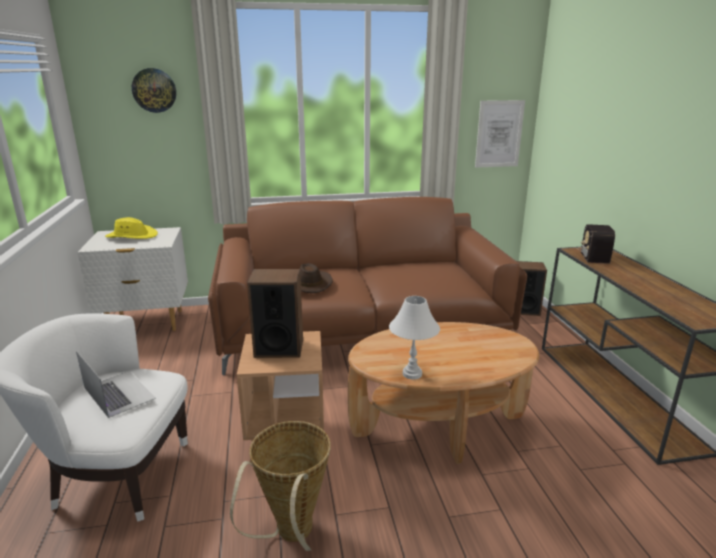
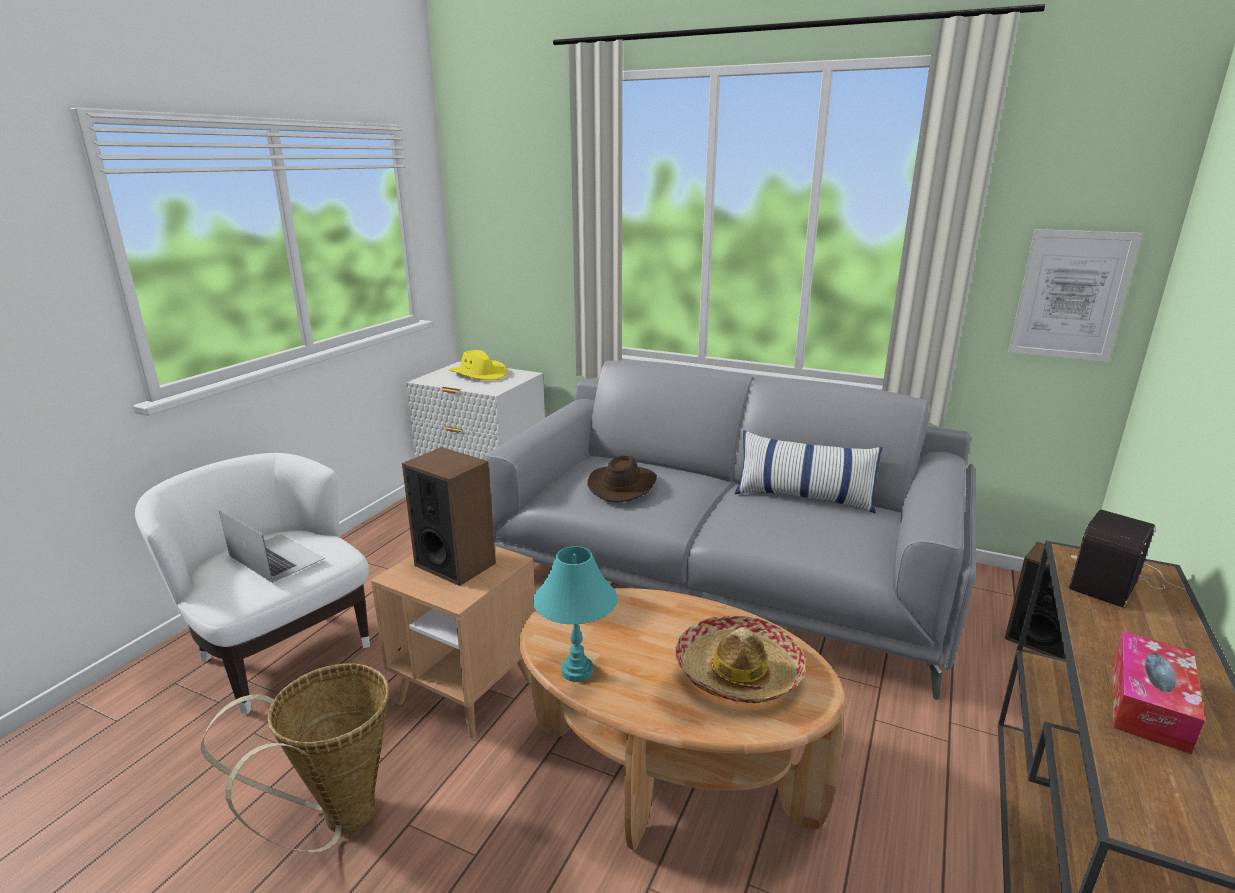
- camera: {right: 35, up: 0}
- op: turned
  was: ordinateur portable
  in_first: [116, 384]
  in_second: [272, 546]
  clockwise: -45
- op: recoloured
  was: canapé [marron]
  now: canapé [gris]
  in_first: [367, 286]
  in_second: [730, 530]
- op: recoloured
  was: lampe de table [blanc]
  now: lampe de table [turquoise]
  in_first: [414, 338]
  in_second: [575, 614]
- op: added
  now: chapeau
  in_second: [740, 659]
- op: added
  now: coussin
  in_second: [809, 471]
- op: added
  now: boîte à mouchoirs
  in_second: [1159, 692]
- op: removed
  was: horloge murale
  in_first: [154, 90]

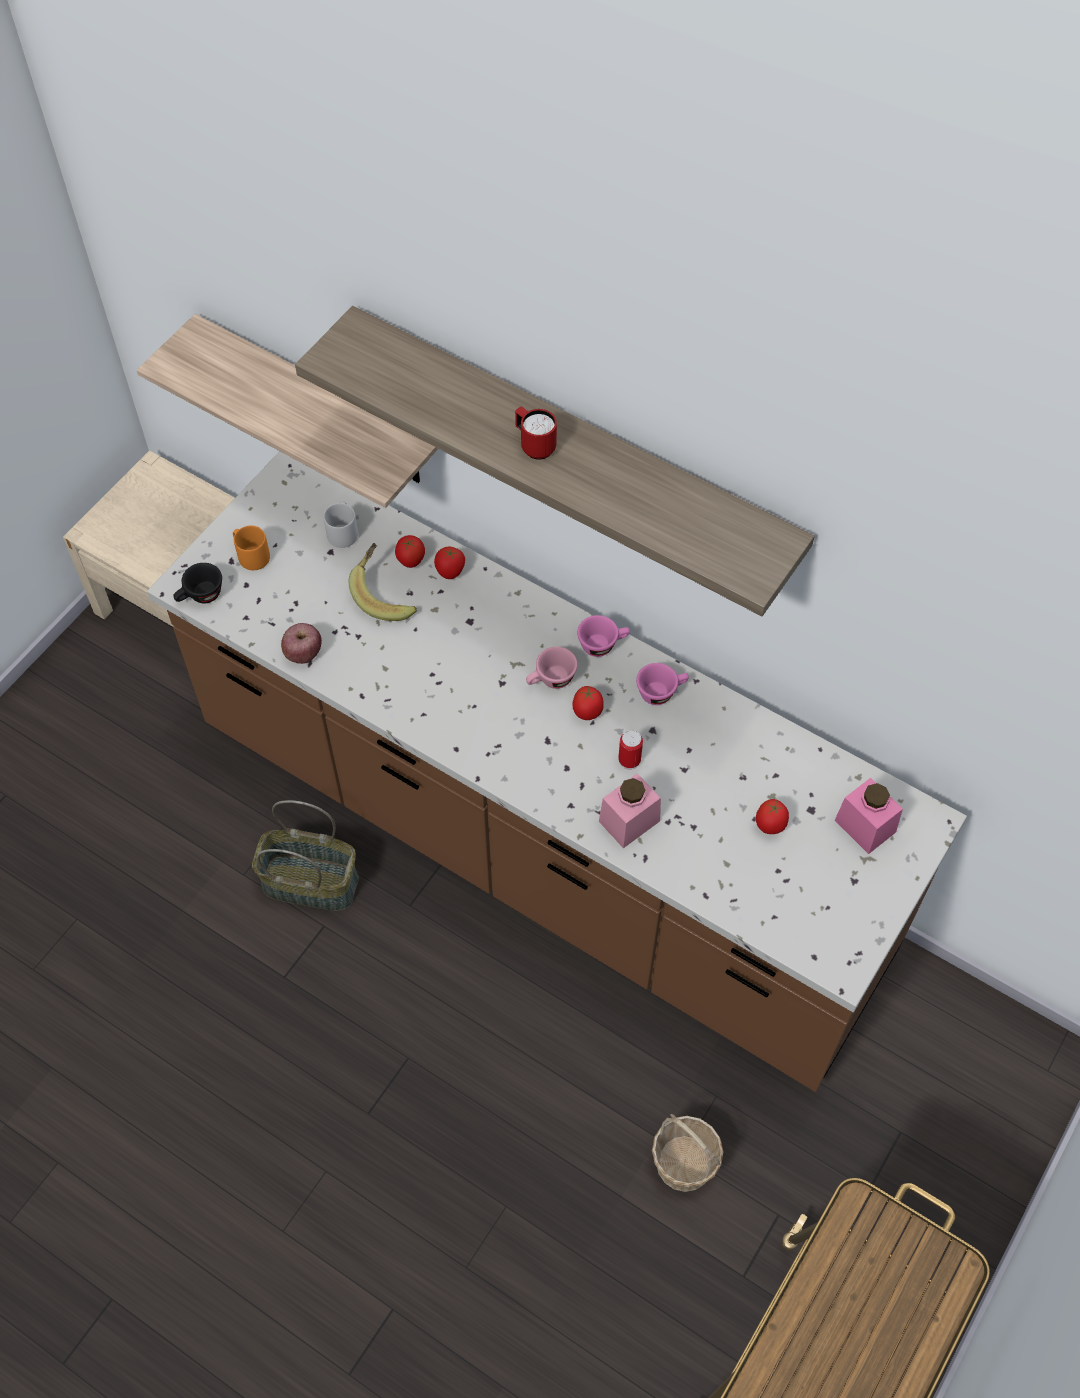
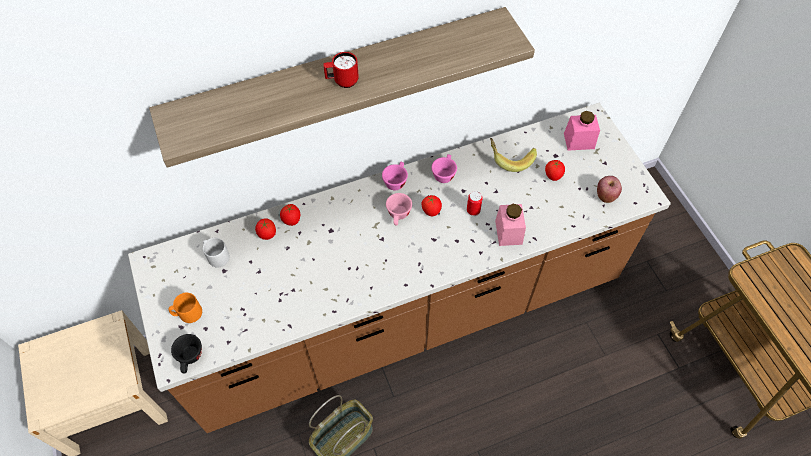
- camera: {right: -55, up: 0}
- op: moved
  was: banane
  in_first: [383, 582]
  in_second: [513, 155]
- op: moved
  was: pomme
  in_first: [301, 643]
  in_second: [609, 189]
- op: removed
  was: étagère
  in_first: [287, 411]
- op: removed
  was: panier
  in_first: [687, 1153]

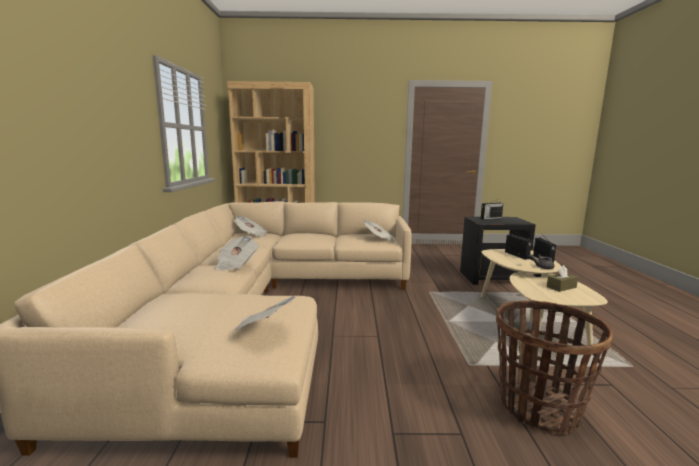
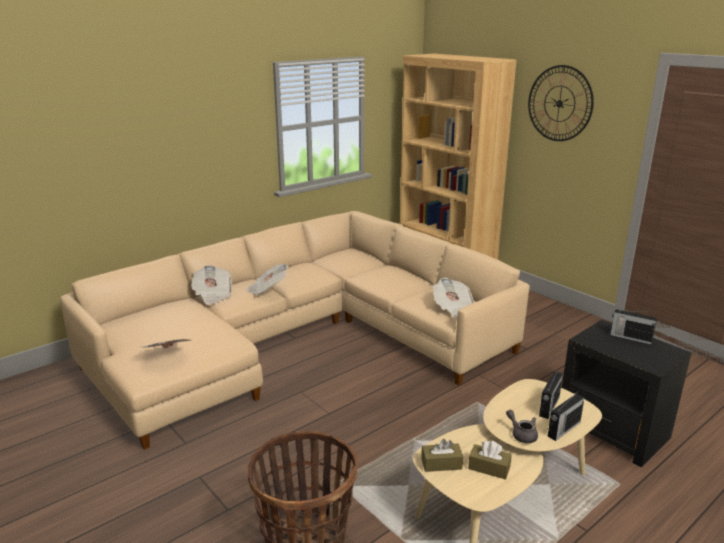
- camera: {right: 50, up: 10}
- op: moved
  was: journal
  in_first: [251, 226]
  in_second: [211, 285]
- op: added
  now: boîte à mouchoirs [marron]
  in_second: [442, 455]
- op: added
  now: horloge murale
  in_second: [561, 103]

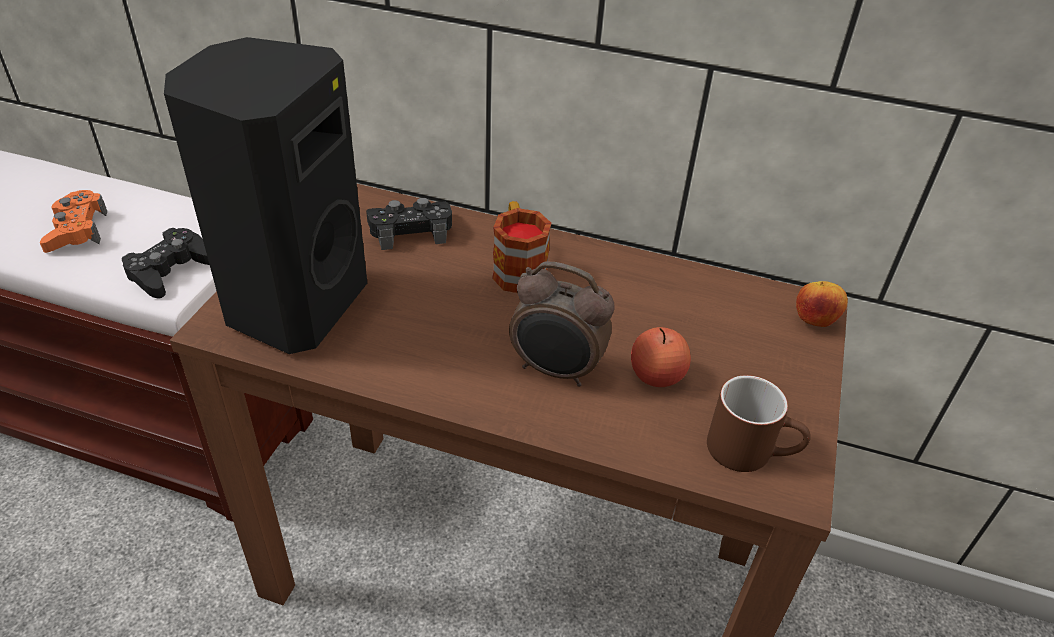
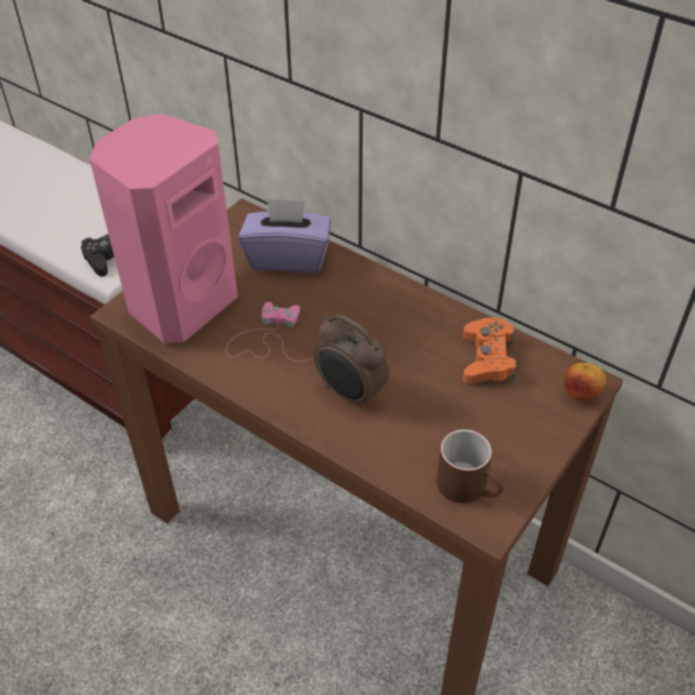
- camera: {right: 20, up: 5}
- op: recoloured
  was: enceinte [noir]
  now: enceinte [rose]
  in_first: [265, 195]
  in_second: [163, 228]
- op: added
  now: manette [rose]
  in_second: [270, 332]
- op: replaced
  was: manette [noir]
  now: boîte à mouchoirs [violet]
  in_first: [409, 224]
  in_second: [284, 235]
- op: moved
  was: manette [orange]
  in_first: [73, 221]
  in_second: [489, 350]
- op: removed
  was: mug
  in_first: [521, 247]
- op: removed
  was: pomme
  in_first: [661, 357]

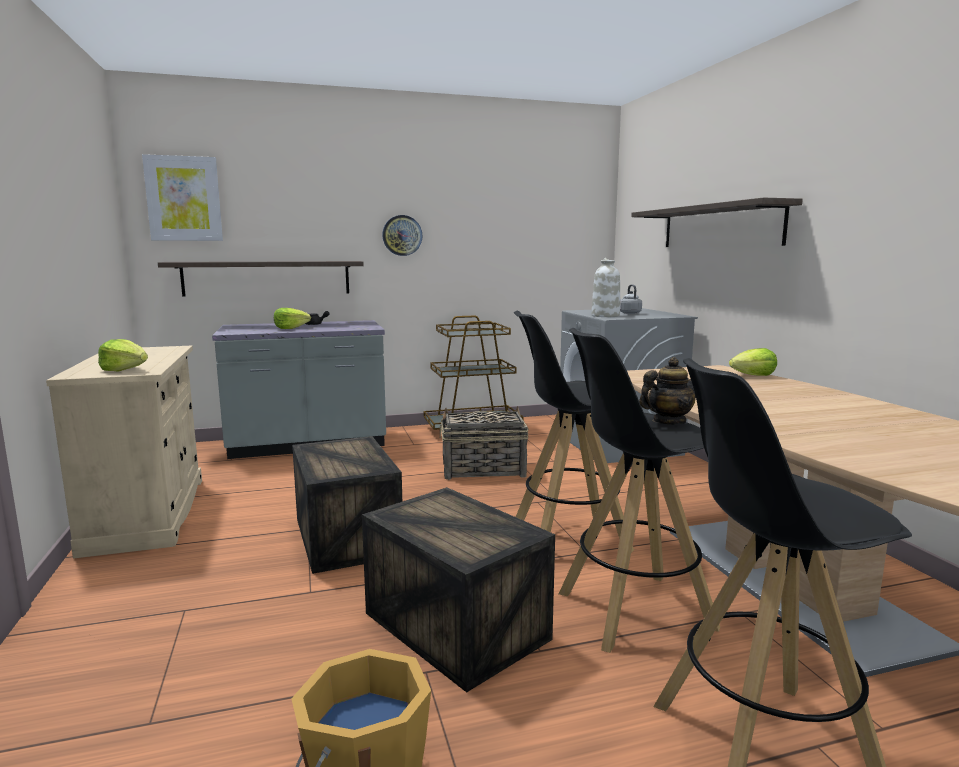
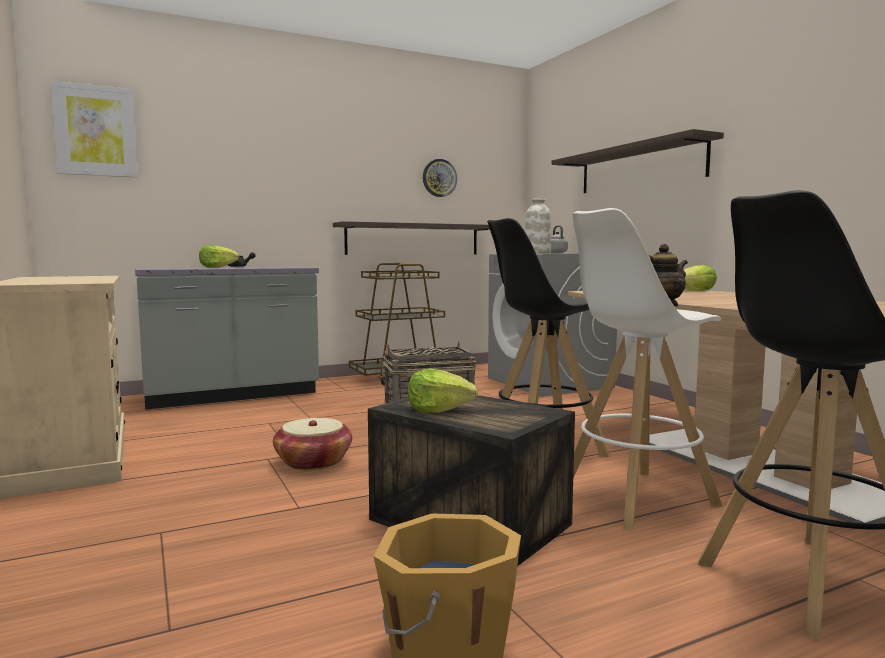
- camera: {right: -10, up: -5}
- op: replaced
  was: caisse
  now: panier
  in_first: [347, 505]
  in_second: [312, 444]
- op: moved
  was: étagère
  in_first: [261, 278]
  in_second: [411, 238]
- op: moved
  was: laitue
  in_first: [123, 355]
  in_second: [443, 391]
- op: moved
  was: horloge murale
  in_first: [402, 235]
  in_second: [440, 178]
- op: recoloured
  was: tabouret [noir]
  now: tabouret [blanc]
  in_first: [639, 490]
  in_second: [648, 369]

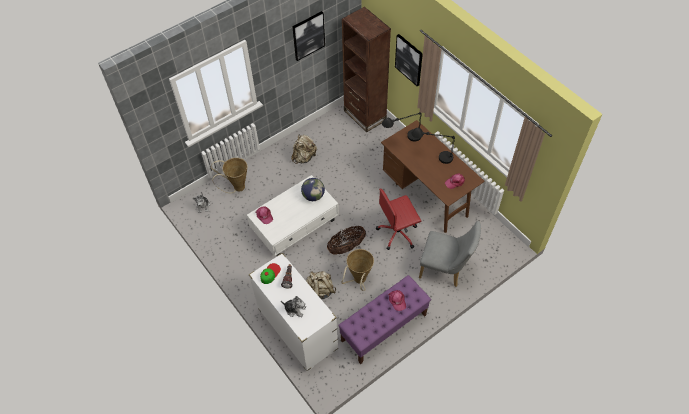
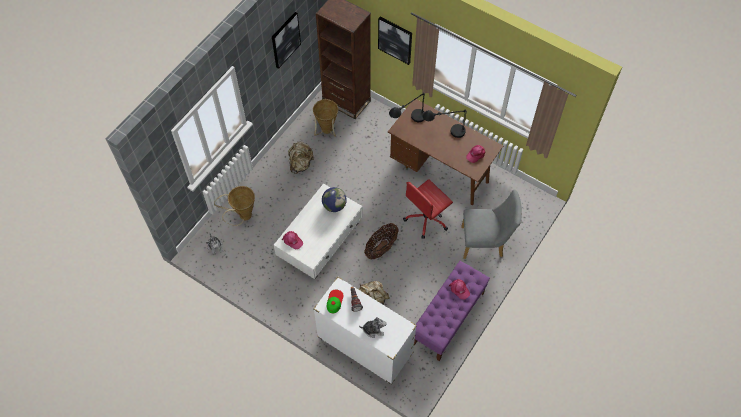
- camera: {right: -20, up: 5}
- op: moved
  was: panier
  in_first: [357, 270]
  in_second: [325, 118]

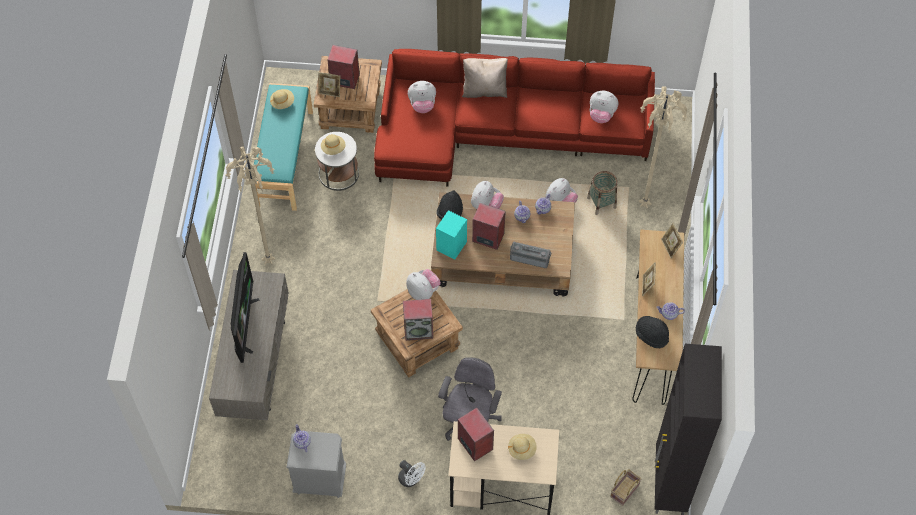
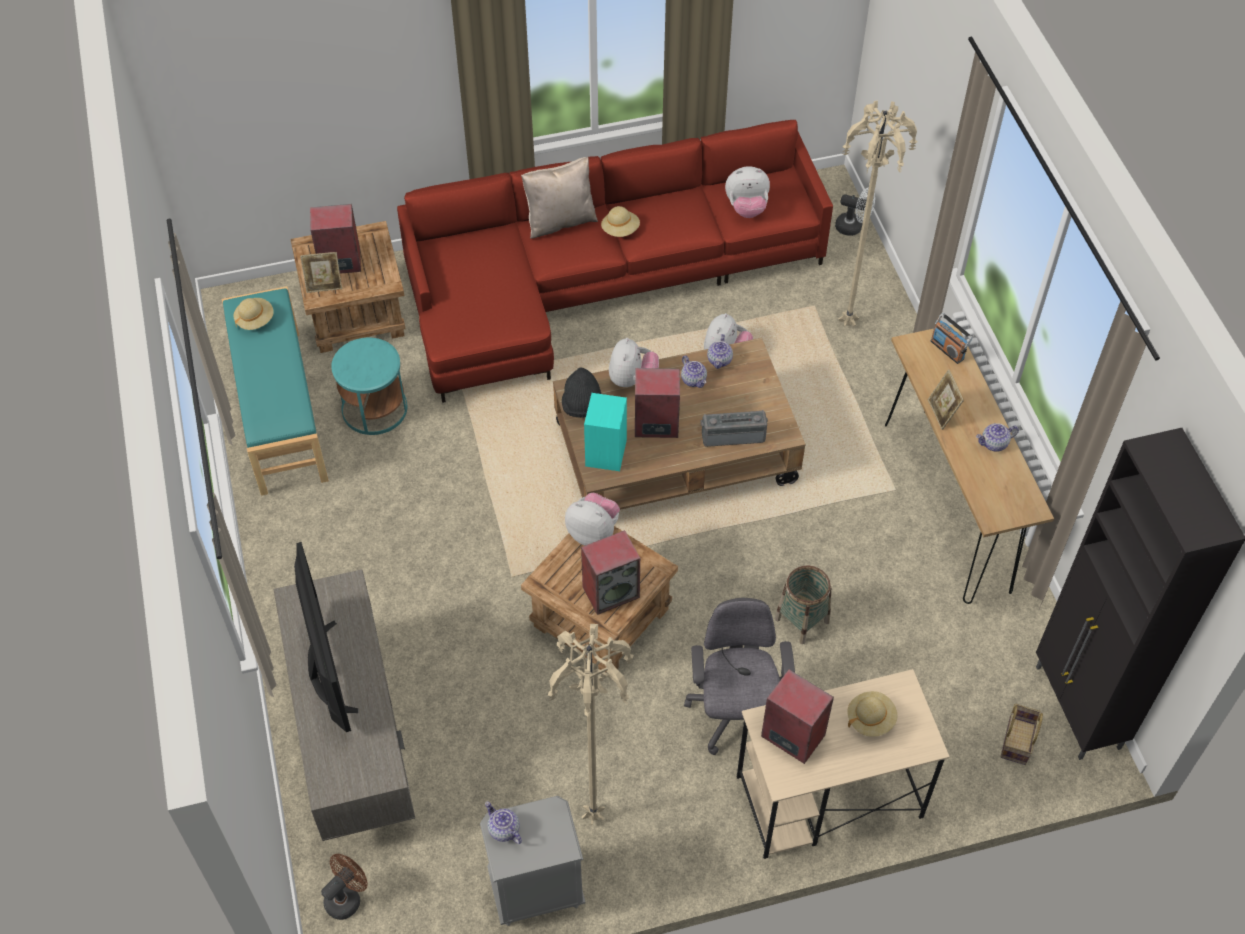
- camera: {right: -20, up: -5}
- op: added
  now: ventilateur [marron]
  in_second: [344, 887]
- op: recoloured
  was: table d'appoint [blanc]
  now: table d'appoint [turquoise]
  in_first: [337, 161]
  in_second: [369, 386]
- op: moved
  was: lampadaire [beige]
  in_first: [250, 206]
  in_second: [591, 724]
- op: moved
  was: chapeau [beige]
  in_first: [333, 144]
  in_second: [620, 221]
- op: moved
  was: panier
  in_first: [602, 193]
  in_second: [803, 605]
- op: moved
  was: ventilateur [blanc]
  in_first: [412, 473]
  in_second: [855, 212]
- op: replaced
  was: cadre photo
  now: radio
  in_first: [672, 240]
  in_second: [951, 338]
- op: removed
  was: peluche
  in_first: [422, 97]
- op: removed
  was: chapeau [noir]
  in_first: [652, 332]

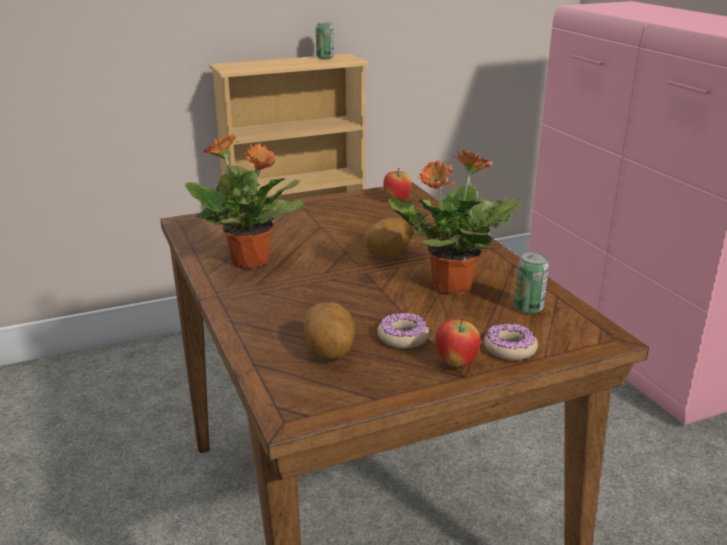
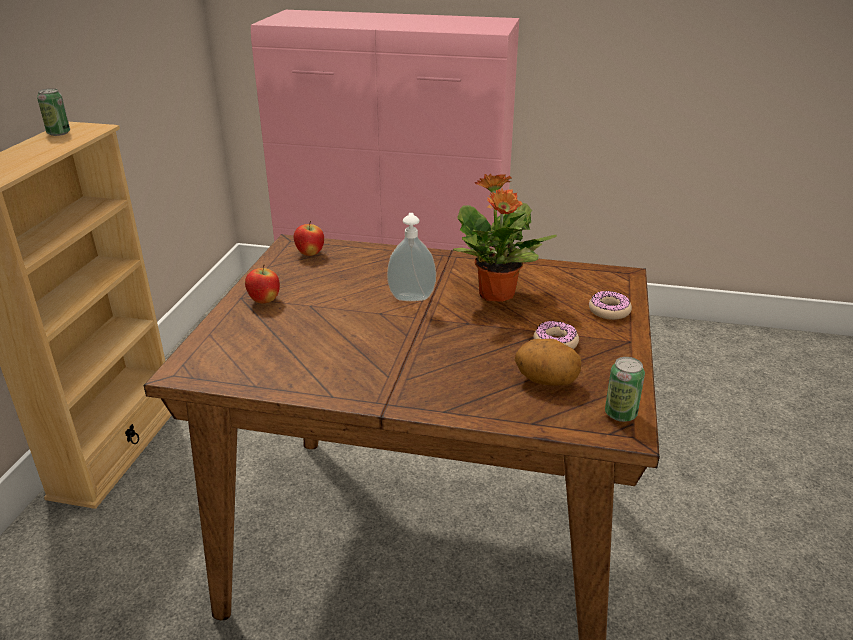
- camera: {right: -55, up: 5}
- op: moved
  was: pomme
  in_first: [457, 342]
  in_second: [262, 284]
- op: replaced
  was: pomme de terre
  now: distributeur de savon
  in_first: [389, 237]
  in_second: [411, 257]
- op: moved
  was: boîte métallique
  in_first: [531, 283]
  in_second: [625, 389]
- op: removed
  was: plante en pot
  in_first: [245, 201]

